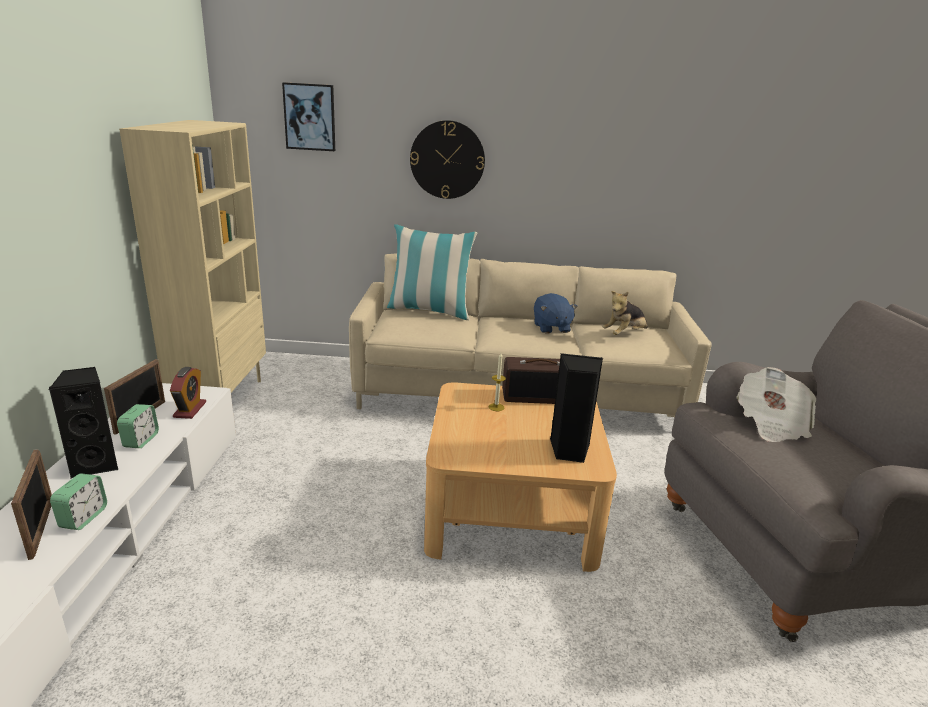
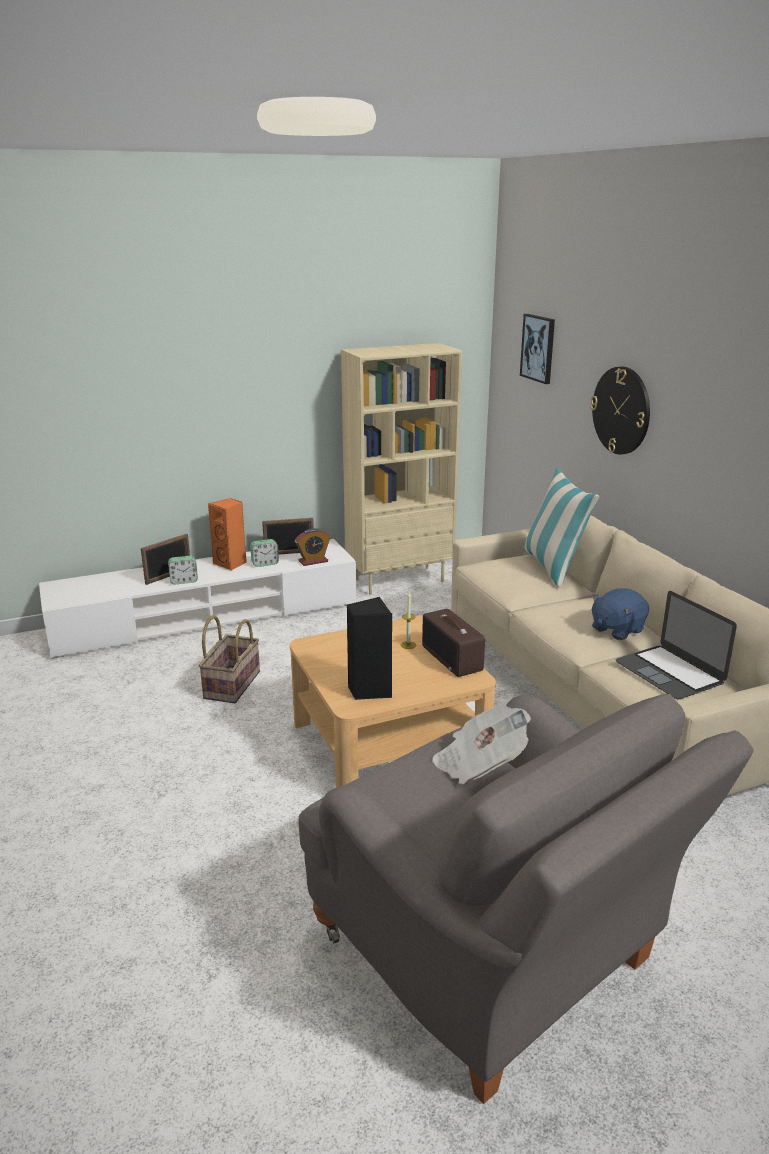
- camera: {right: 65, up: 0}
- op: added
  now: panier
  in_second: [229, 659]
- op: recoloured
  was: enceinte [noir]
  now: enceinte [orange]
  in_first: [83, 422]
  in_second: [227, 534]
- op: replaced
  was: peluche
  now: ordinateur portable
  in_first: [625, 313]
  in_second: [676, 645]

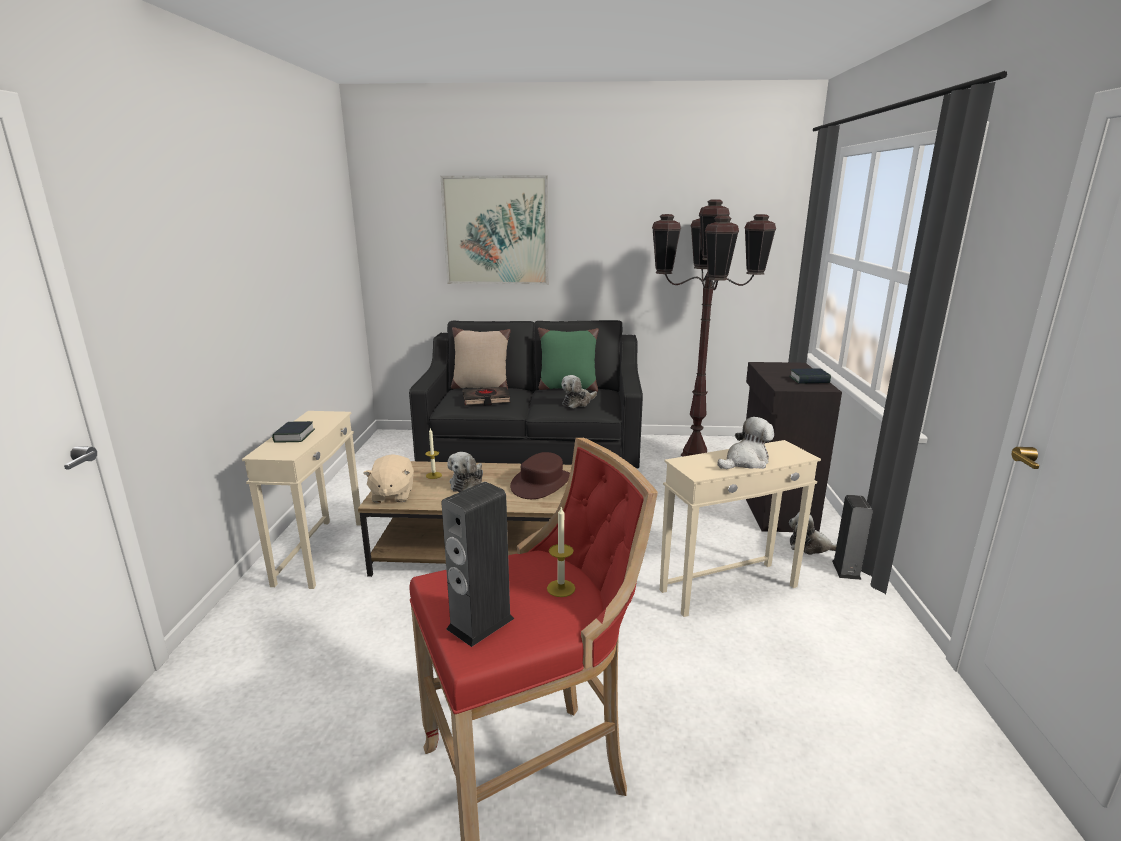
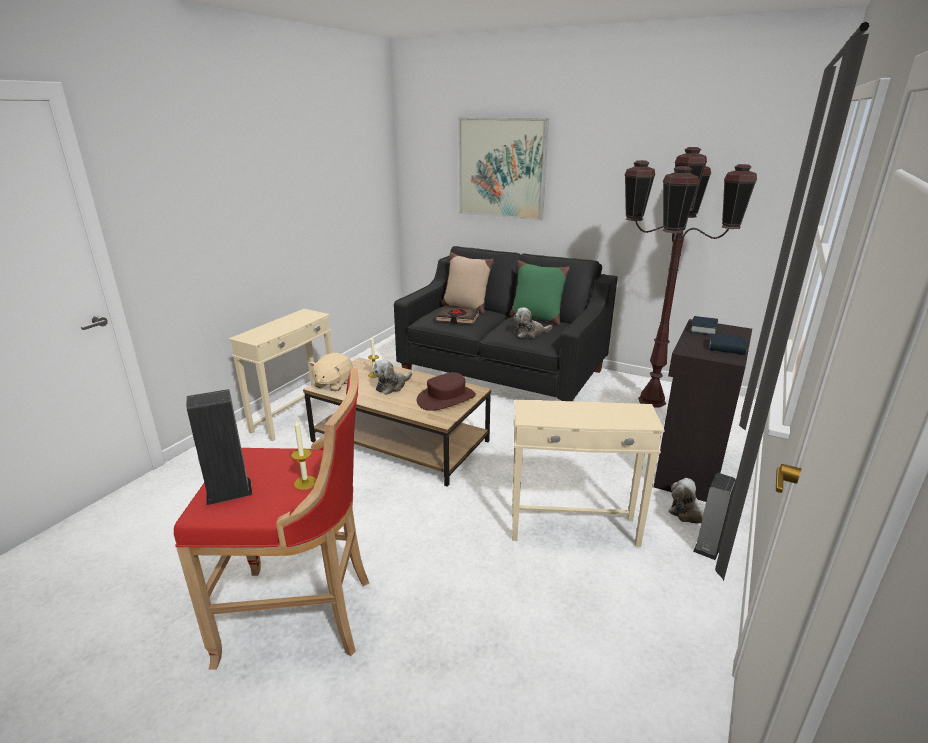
- camera: {right: 25, up: 5}
- op: moved
  was: livre
  in_first: [293, 432]
  in_second: [704, 325]
- op: removed
  was: peluche
  in_first: [745, 443]

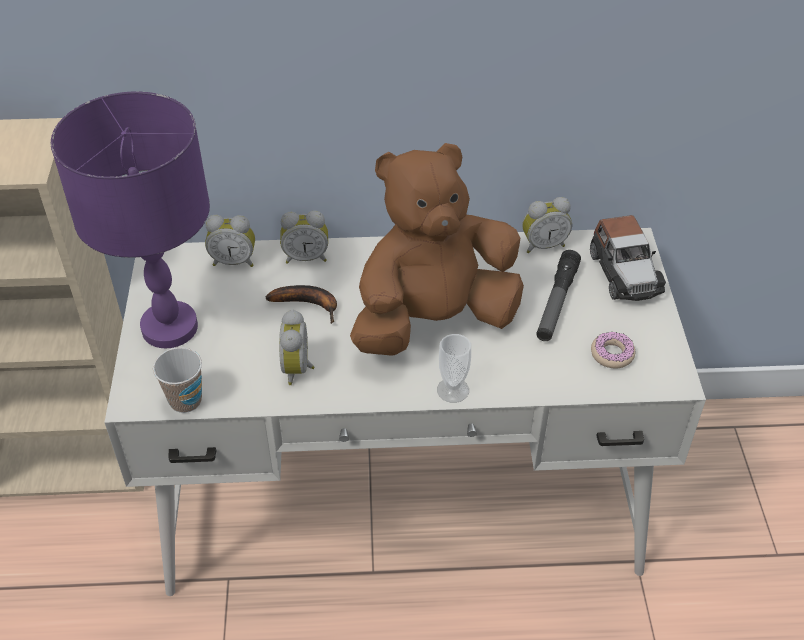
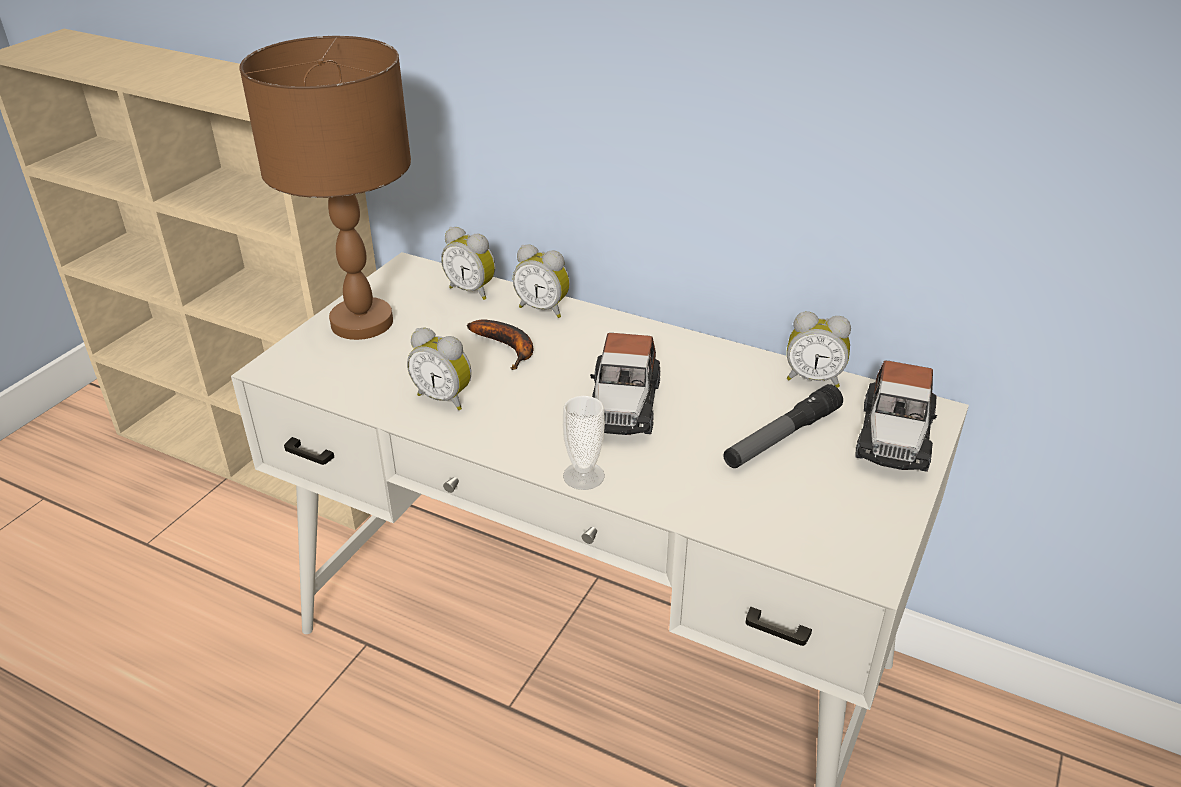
- camera: {right: 30, up: -10}
- op: recoloured
  was: lampe de table [violet]
  now: lampe de table [marron]
  in_first: [130, 220]
  in_second: [325, 188]
- op: turned
  was: réveil
  in_first: [297, 347]
  in_second: [439, 369]
  clockwise: -90
- op: replaced
  was: peluche [marron]
  now: petite voiture
  in_first: [437, 249]
  in_second: [625, 384]
- op: removed
  was: tasse
  in_first: [177, 380]
- op: removed
  was: beignet
  in_first: [613, 349]

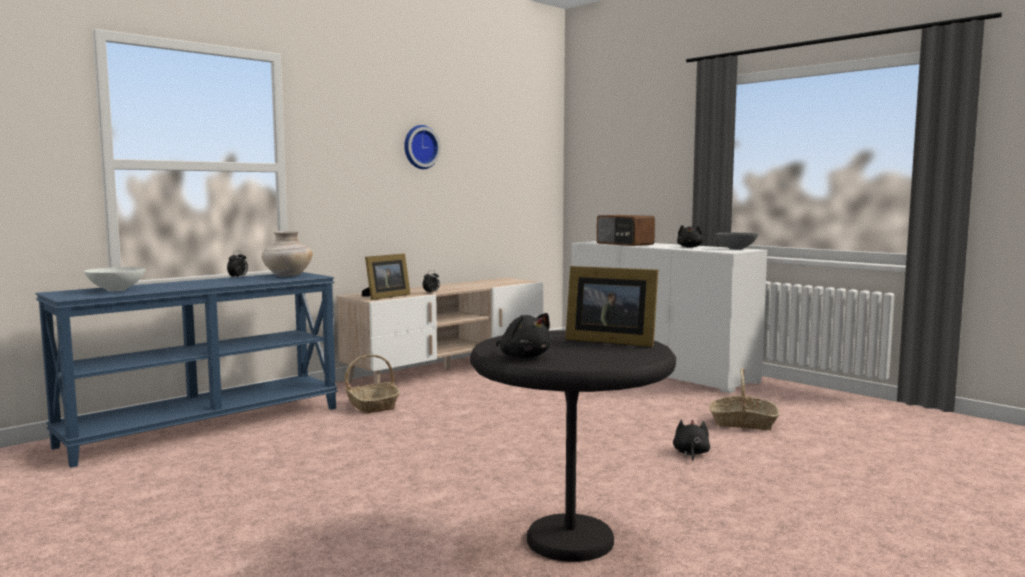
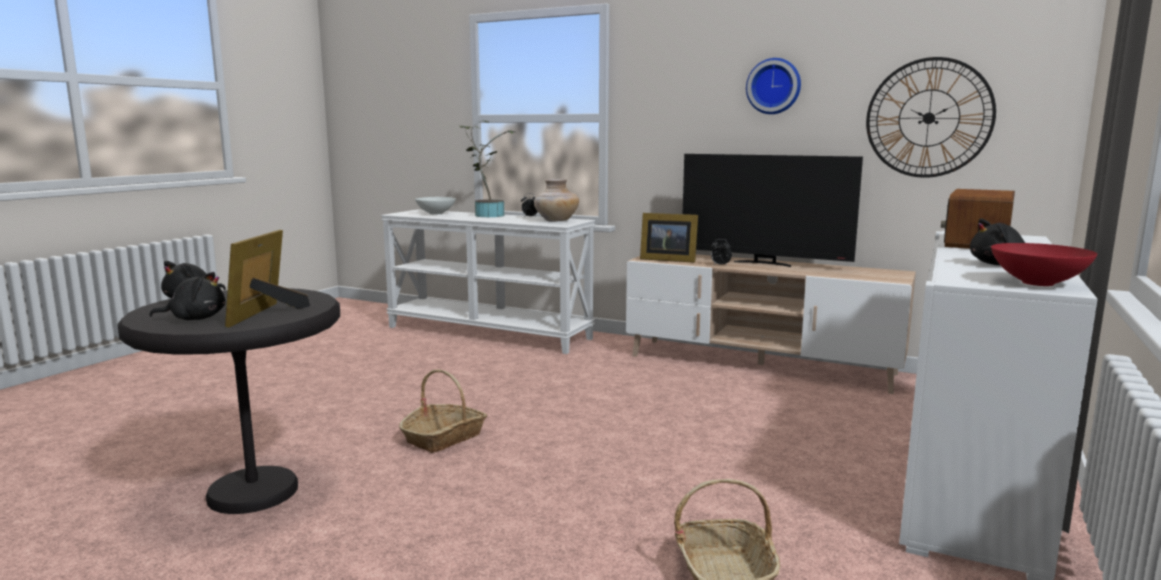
- camera: {right: 70, up: 5}
- op: moved
  was: peluche [noir]
  in_first: [691, 440]
  in_second: [187, 296]
- op: recoloured
  was: table console [bleu]
  now: table console [blanc]
  in_first: [187, 370]
  in_second: [488, 281]
- op: moved
  was: panier
  in_first: [372, 384]
  in_second: [443, 411]
- op: added
  now: plante en pot
  in_second: [487, 168]
- op: added
  now: téléviseur
  in_second: [773, 210]
- op: added
  now: horloge murale
  in_second: [931, 117]
- op: recoloured
  was: bol [gris]
  now: bol [rouge]
  in_first: [737, 241]
  in_second: [1044, 264]

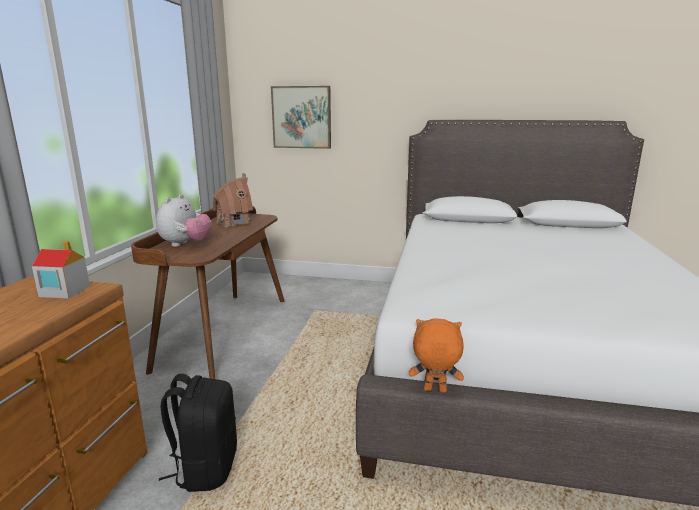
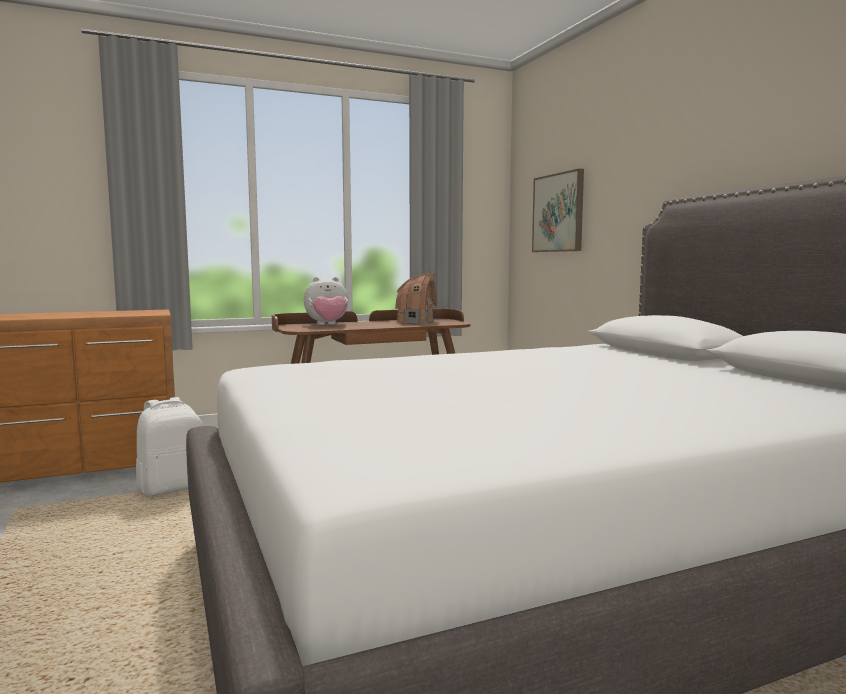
- camera: {right: 55, up: -10}
- op: recoloured
  was: sac à dos [noir]
  now: sac à dos [blanc]
  in_first: [198, 433]
  in_second: [169, 446]
- op: removed
  was: maison miniature
  in_first: [61, 270]
- op: removed
  was: peluche [orange]
  in_first: [436, 355]

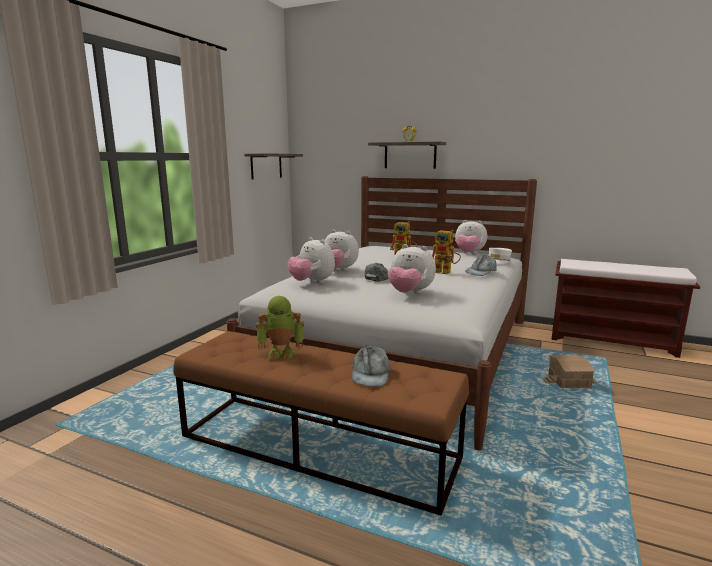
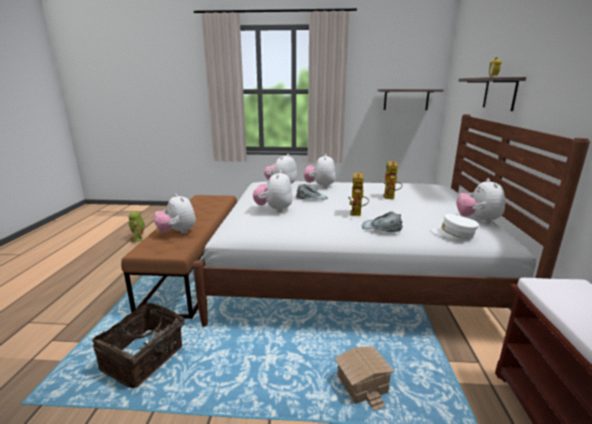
- camera: {right: 70, up: 5}
- op: added
  now: panier
  in_second: [141, 345]
- op: moved
  was: robot jouet
  in_first: [280, 328]
  in_second: [137, 226]
- op: replaced
  was: casquette [gris]
  now: peluche
  in_first: [371, 366]
  in_second: [175, 214]

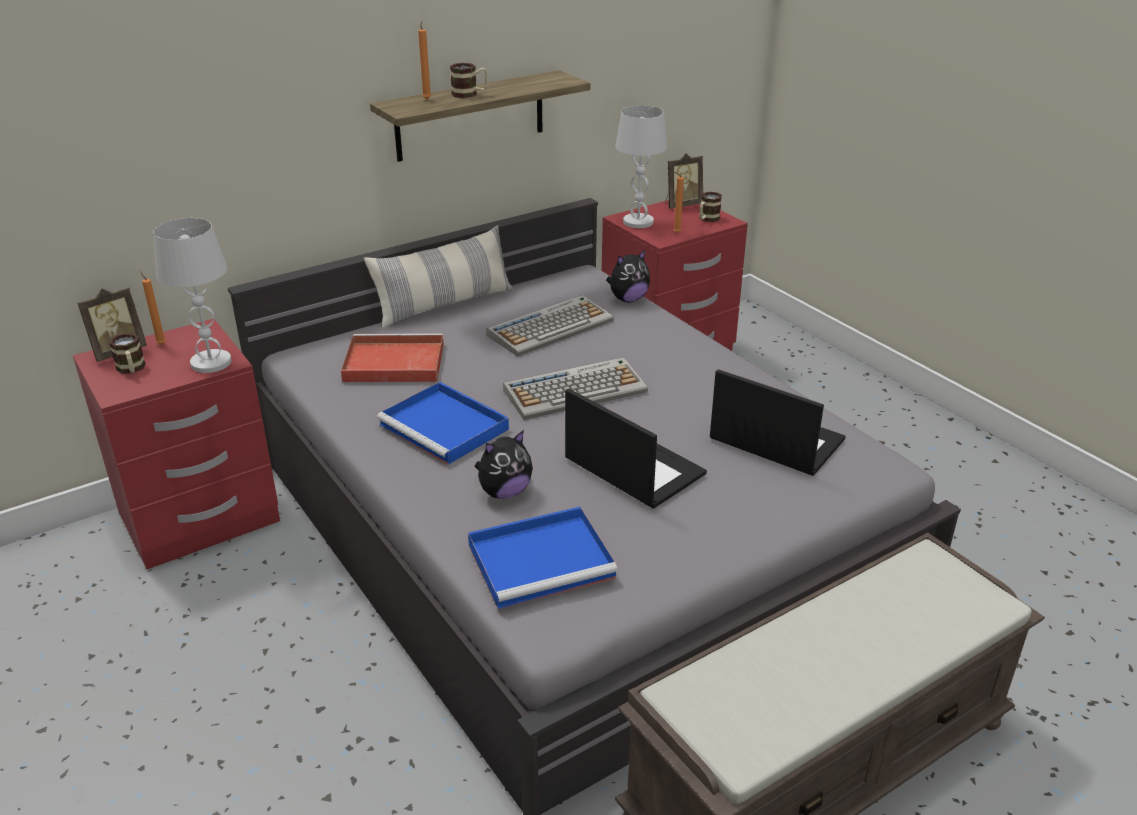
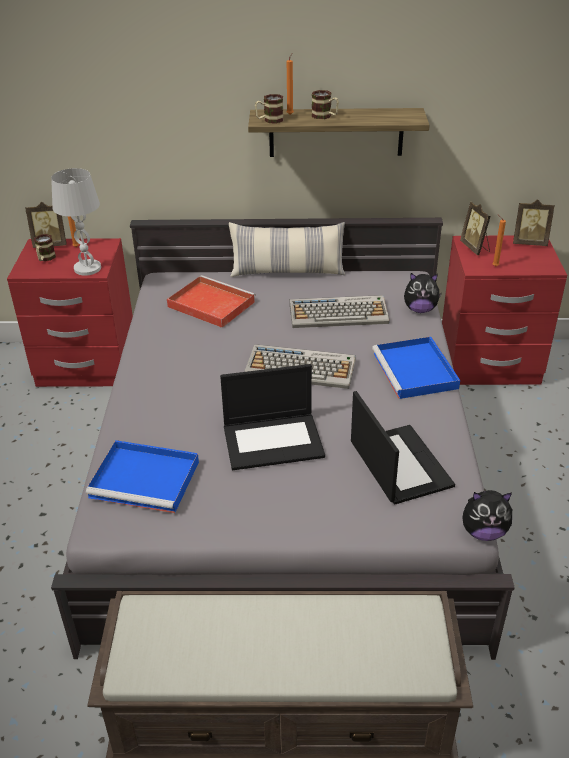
- camera: {right: 35, up: 5}
- op: turned
  was: ordinateur portable
  in_first: [636, 449]
  in_second: [272, 417]
  clockwise: 90
- op: moved
  was: mug
  in_first: [710, 207]
  in_second: [269, 108]
- op: moved
  was: plateau [bleu]
  in_first: [443, 423]
  in_second: [416, 368]
- op: replaced
  was: lampe de table [blanc]
  now: cadre photo
  in_first: [641, 166]
  in_second: [475, 228]
- op: moved
  was: peluche
  in_first: [504, 464]
  in_second: [488, 515]

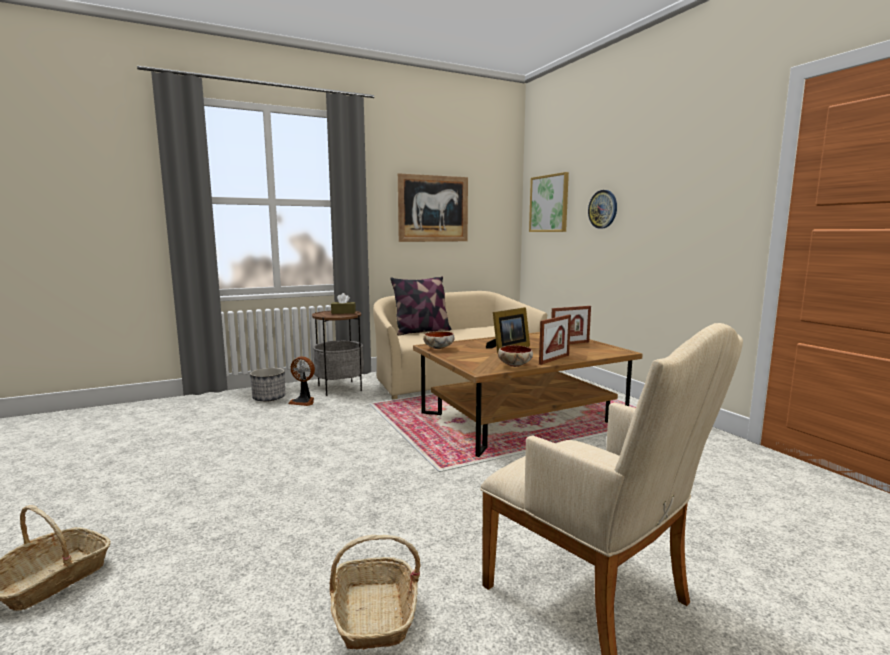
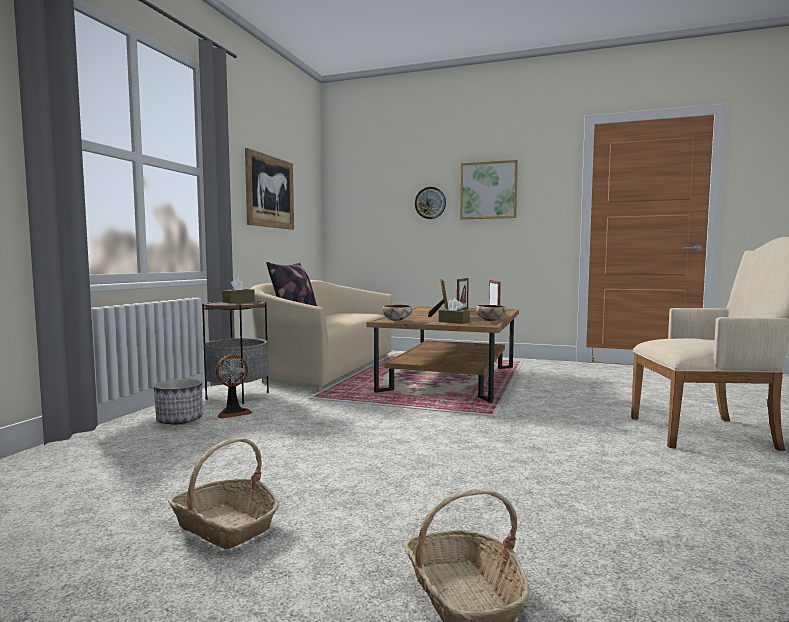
- camera: {right: -45, up: -5}
- op: moved
  was: panier
  in_first: [375, 592]
  in_second: [223, 493]
- op: added
  now: boîte à mouchoirs [marron]
  in_second: [454, 311]
- op: moved
  was: tableau
  in_first: [549, 202]
  in_second: [489, 189]

